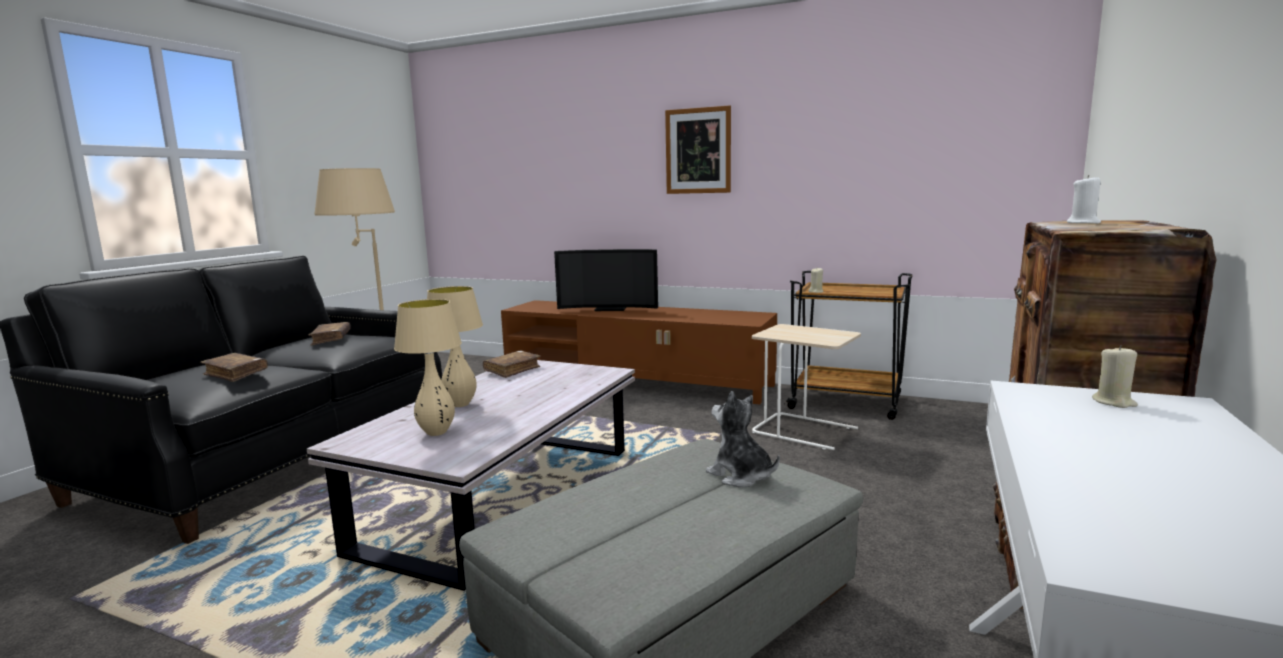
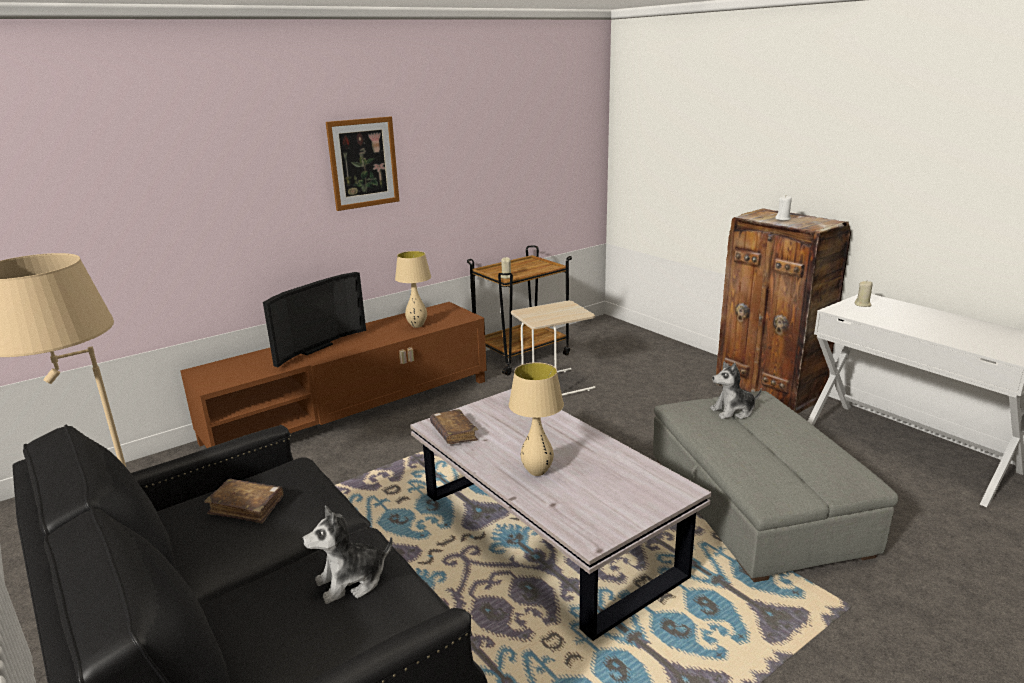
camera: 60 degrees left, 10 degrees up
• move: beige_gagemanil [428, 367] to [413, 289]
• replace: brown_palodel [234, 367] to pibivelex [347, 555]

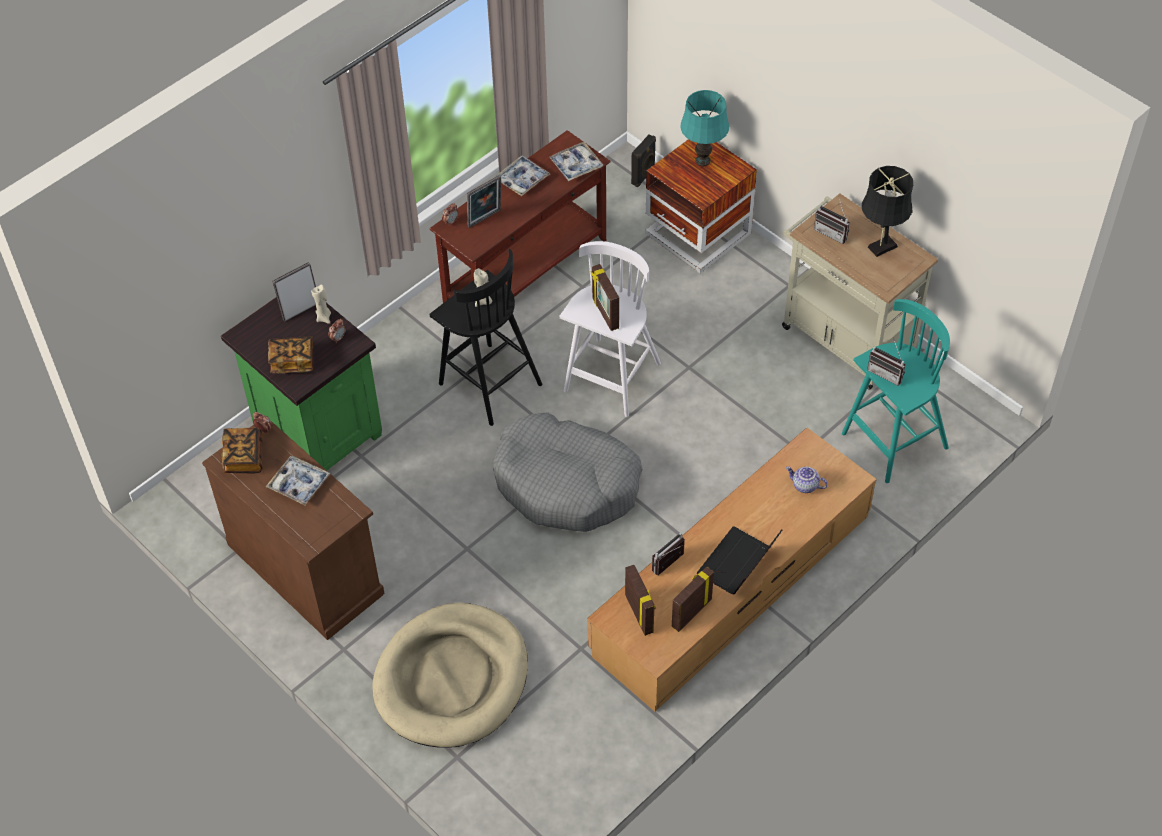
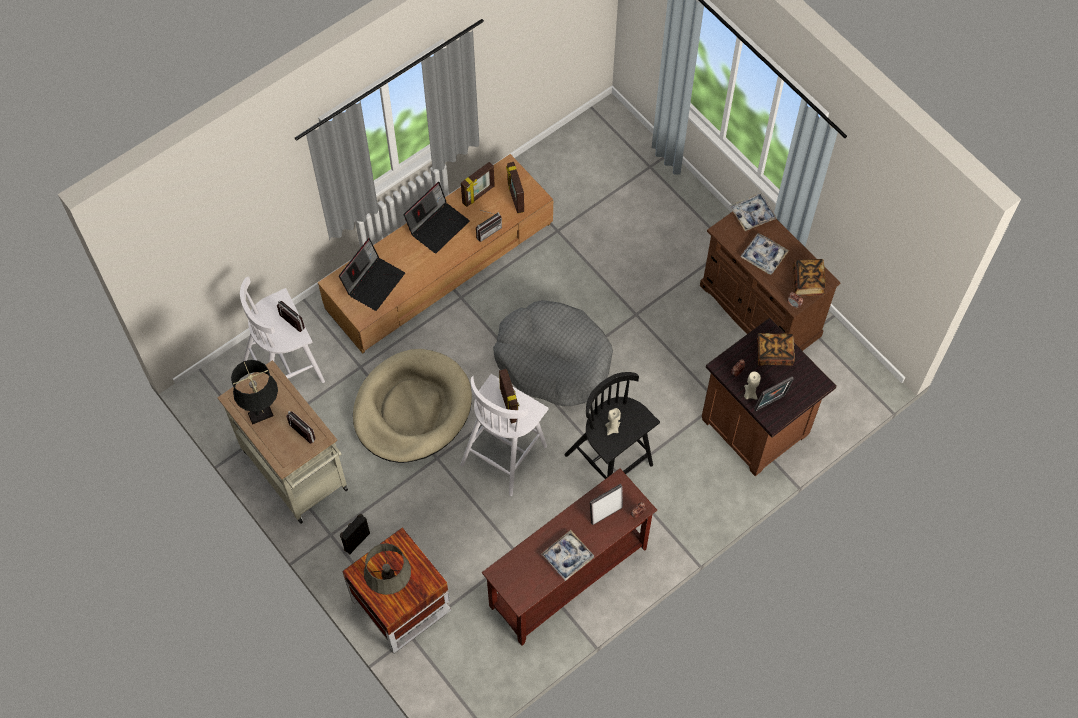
camera: 175 degrees left, 10 degrees up
• recolor: turquoise_gagemanil [704, 128] to grey_gagemanil [387, 569]
• move: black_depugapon [643, 160] to [355, 534]
• move: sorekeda [576, 161] to [753, 212]
• recolor: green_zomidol [301, 383] to brown_zomidol [769, 397]
• recolor: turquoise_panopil [896, 391] to white_panopil [282, 330]
• replace: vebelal [807, 480] to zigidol [372, 274]
• move: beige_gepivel [450, 675] to [412, 406]

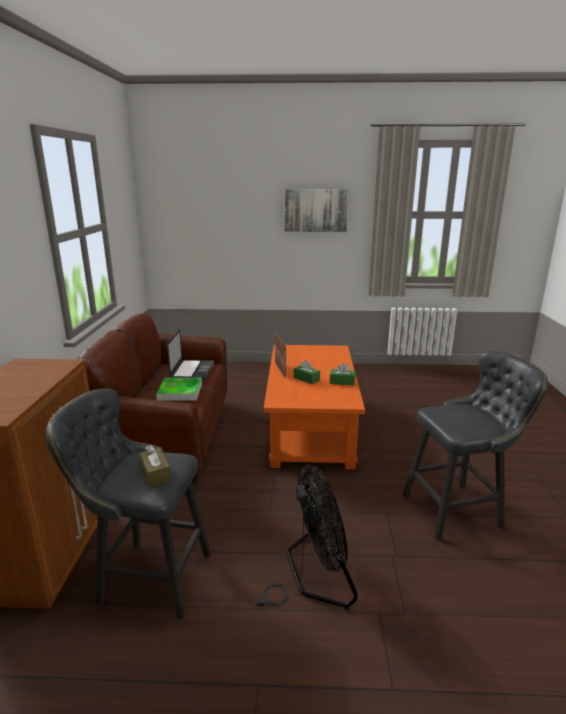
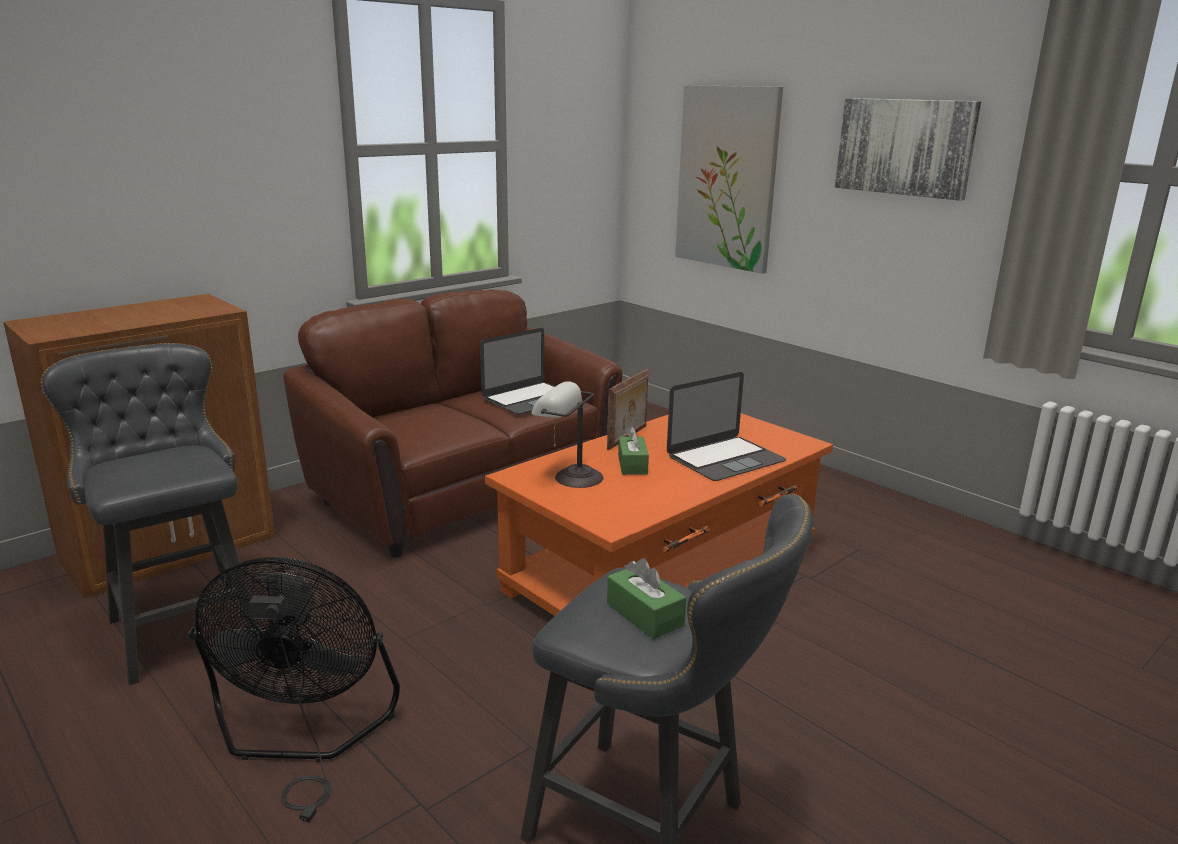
camera: 45 degrees right, 0 degrees up
• move: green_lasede [342, 374] to [646, 598]
• delete: sorekeda [179, 389]
• delete: brown_lasede [155, 466]
• rotate: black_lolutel [306, 537] = [294, 690] 120 degrees counterclockwise
• insert: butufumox [729, 179]
• insert: zigidol [726, 426]
• insert: gagemanil [567, 434]

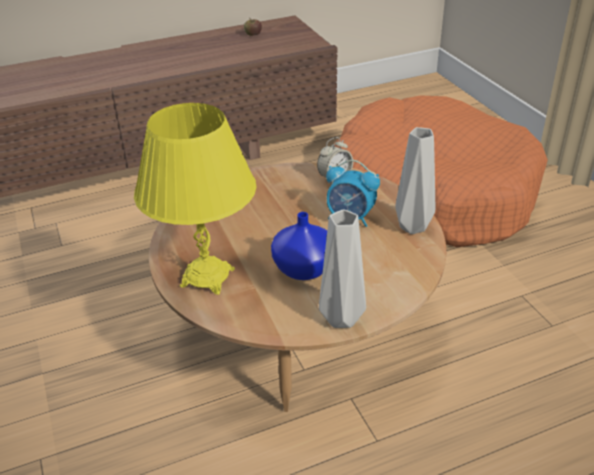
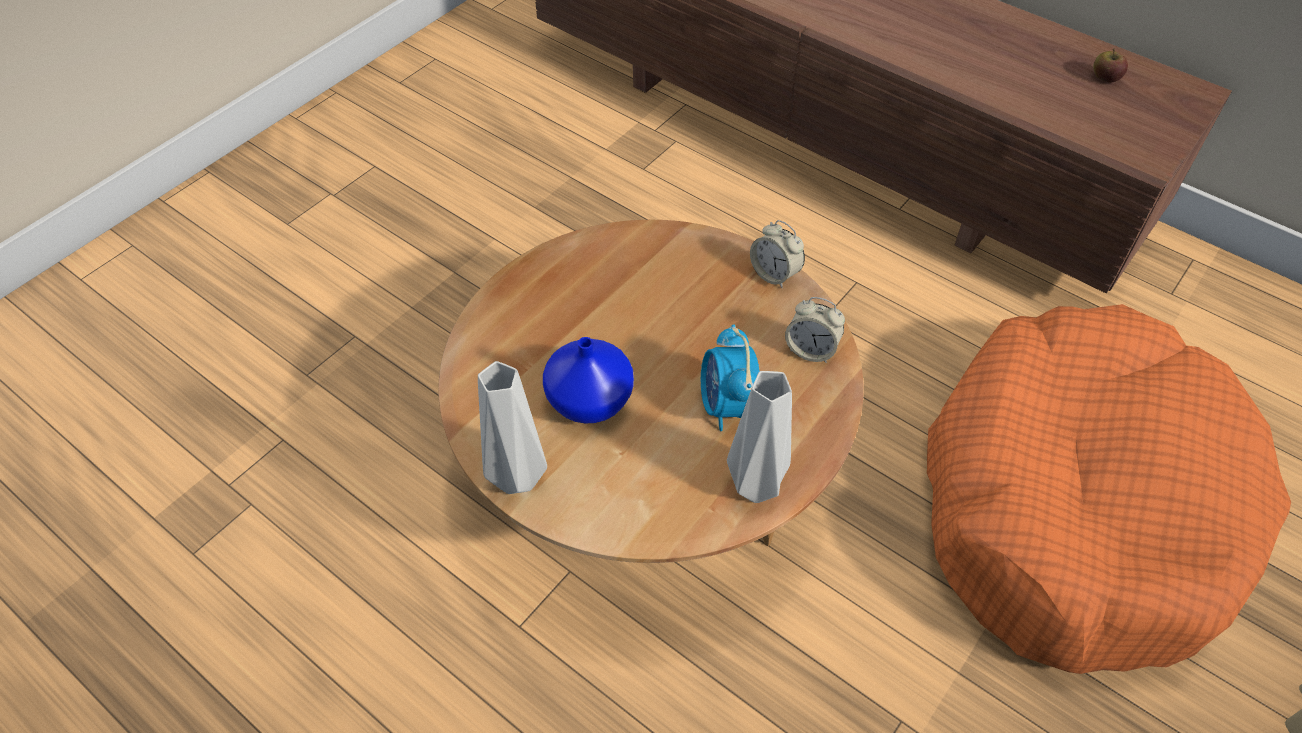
camera: 60 degrees right, 15 degrees up
• delete: yellow_gagemanil [195, 199]
• insert: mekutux [777, 254]

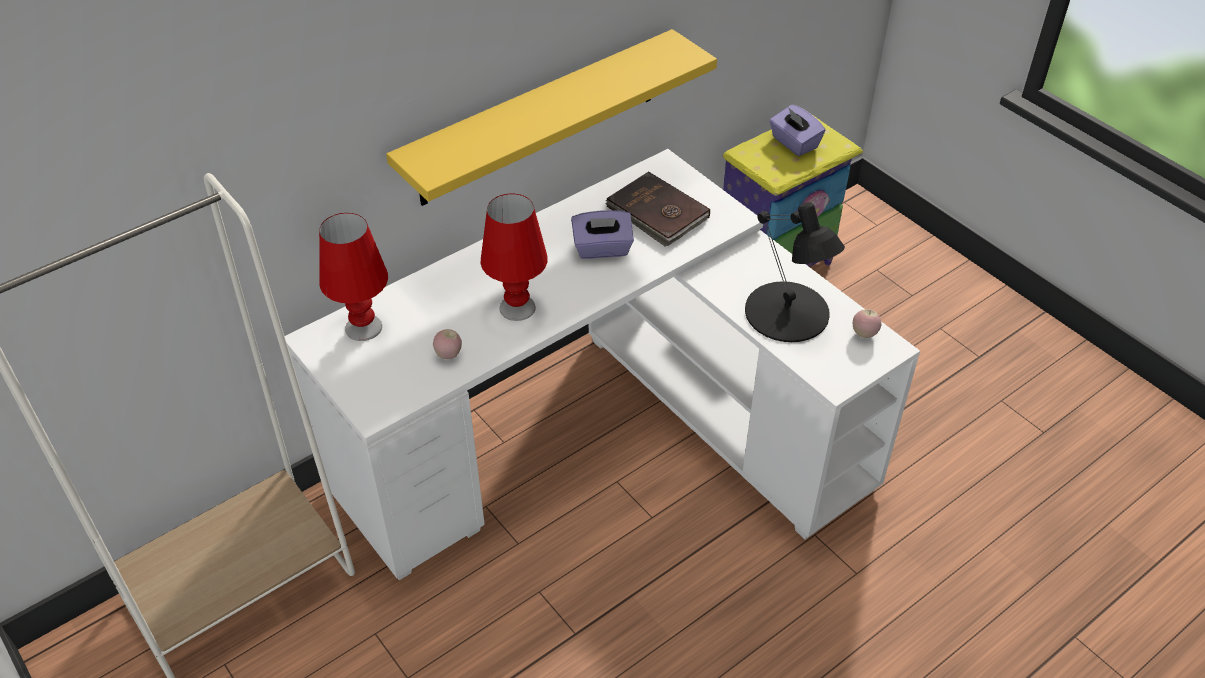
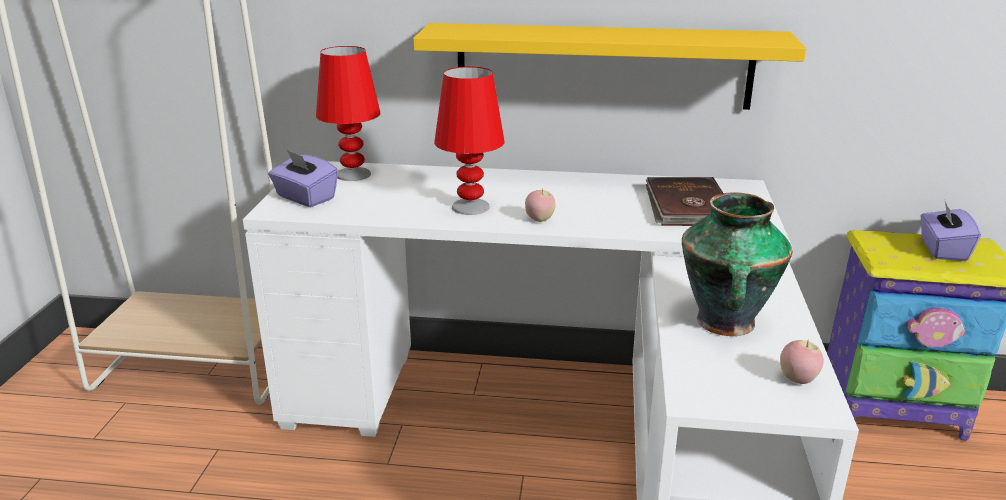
camera: 45 degrees right, 20 degrees down
• replace: black_gagemanil [795, 272] to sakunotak [737, 264]
• move: purple_lasede [602, 234] to [303, 178]
• move: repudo [447, 344] to [540, 205]

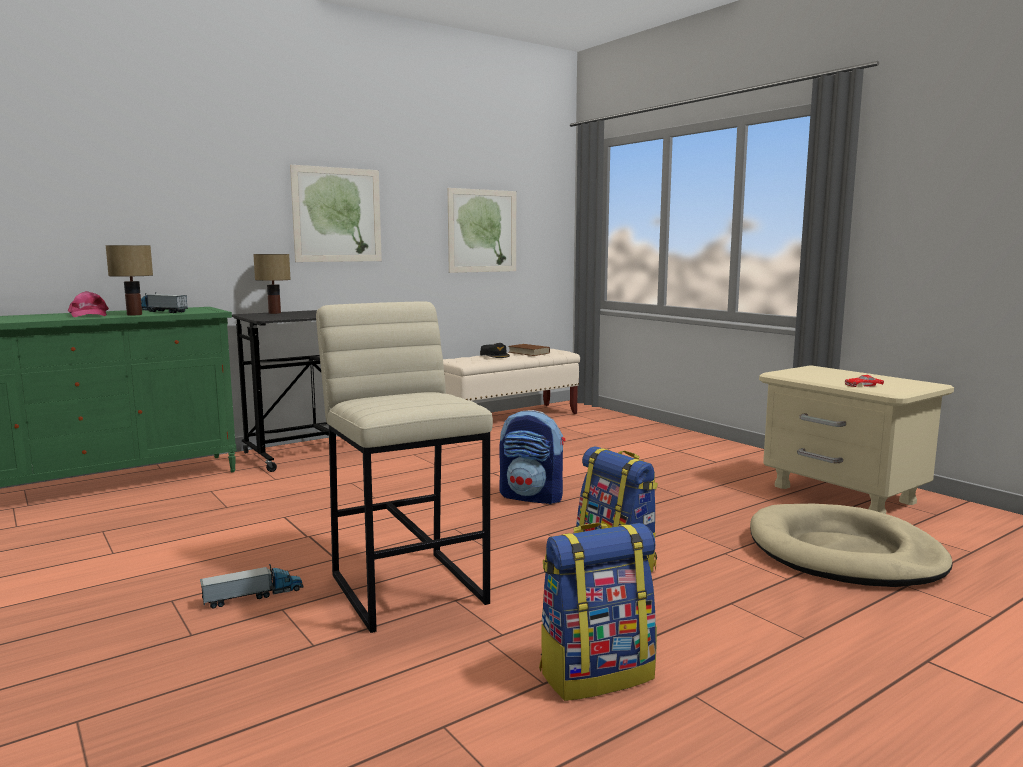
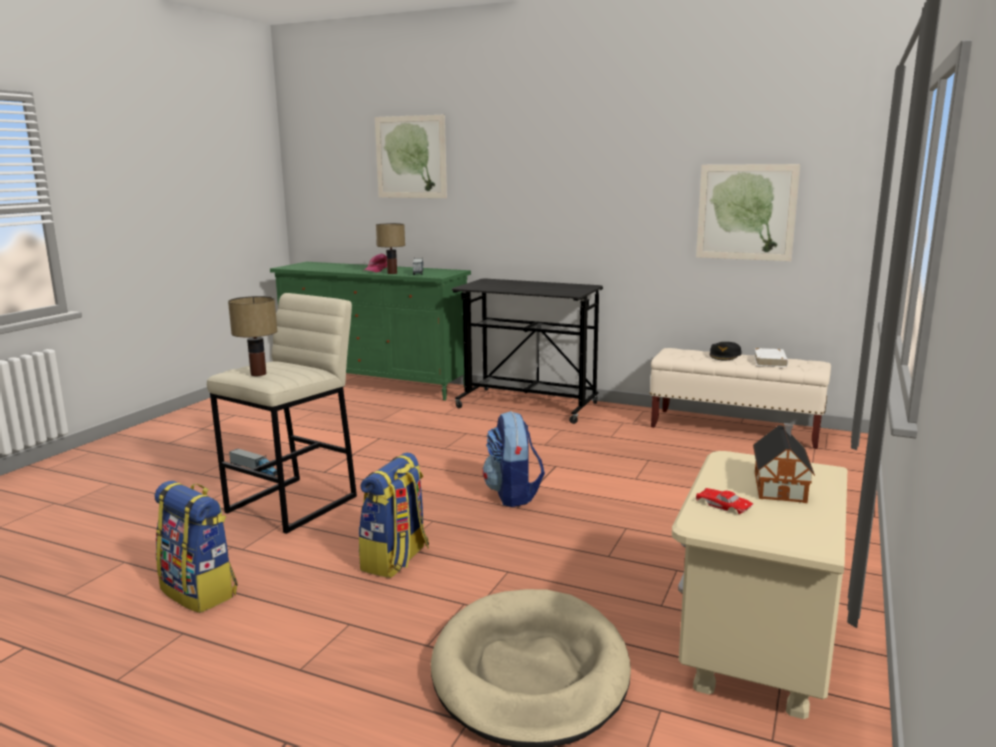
camera: 60 degrees right, 5 degrees up
• move: butufumox [336, 213] to [411, 156]
• move: gagemanil [272, 284] to [252, 336]
• recolor: brown_palodel [529, 350] to white_palodel [771, 357]
• insert: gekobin [784, 463]

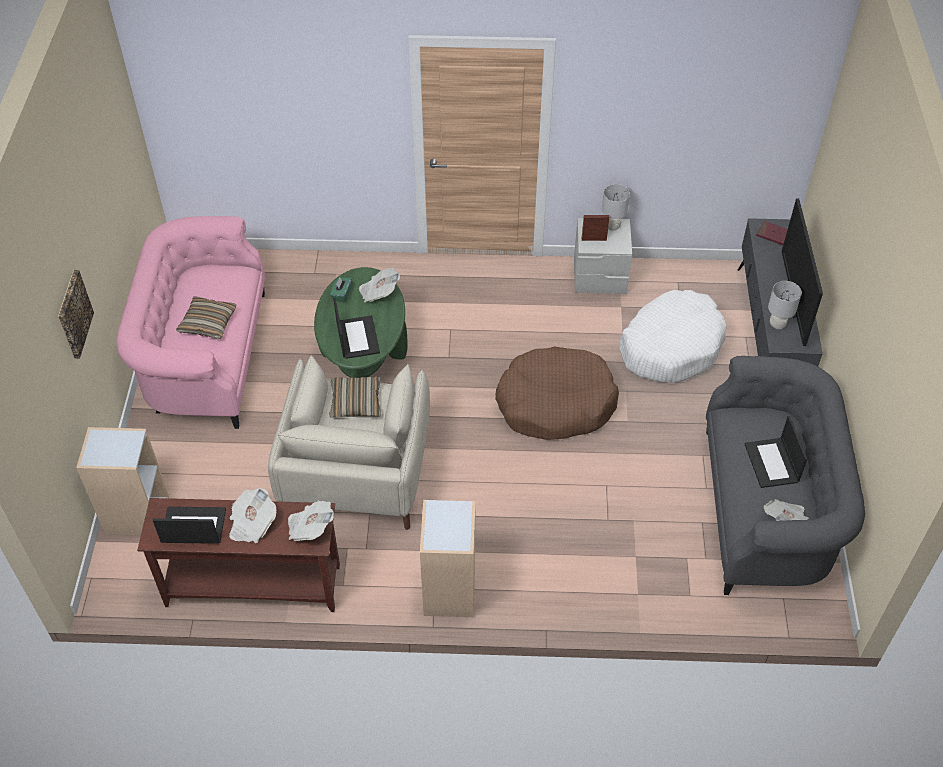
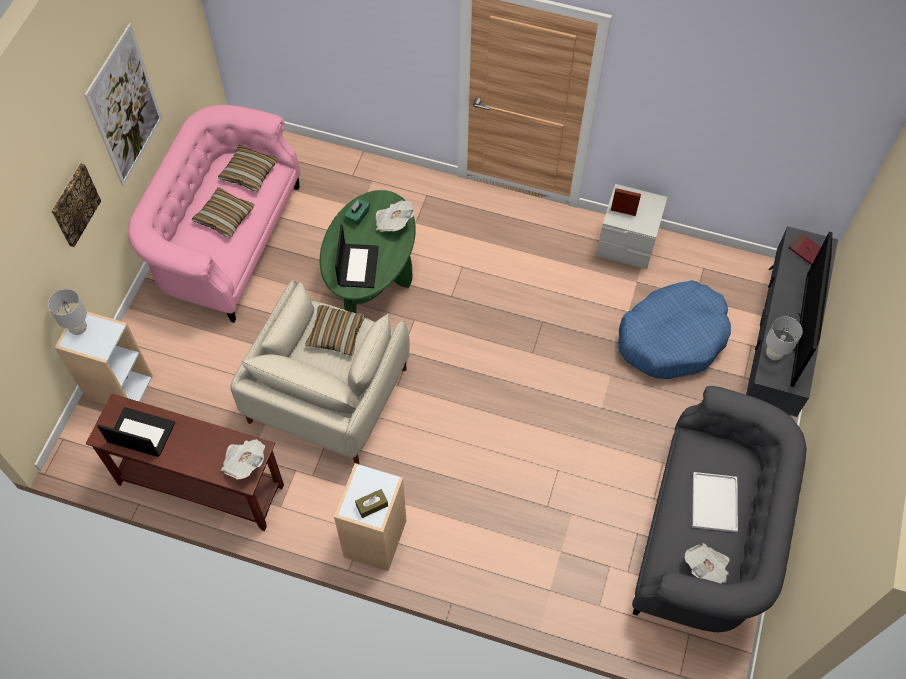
camera: 15 degrees right, 10 degrees up
• move: grey_gagemanil [616, 207] to [67, 312]
• recolor: white_gepivel [673, 336] to blue_gepivel [674, 329]
• delete: brown_gepivel [557, 393]
• replace: zigidol [776, 452] to white_sorekeda [715, 502]
• delete: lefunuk [252, 515]
• insert: butufumox [123, 104]
• insert: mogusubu [248, 168]
• insert: brown_lasede [371, 503]

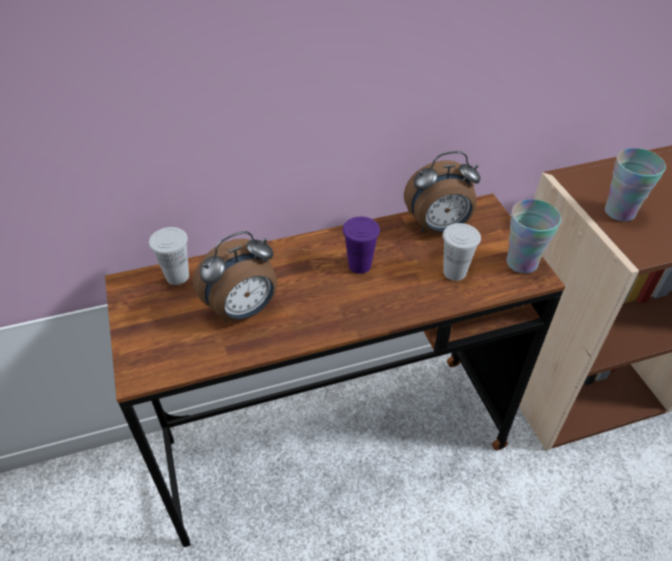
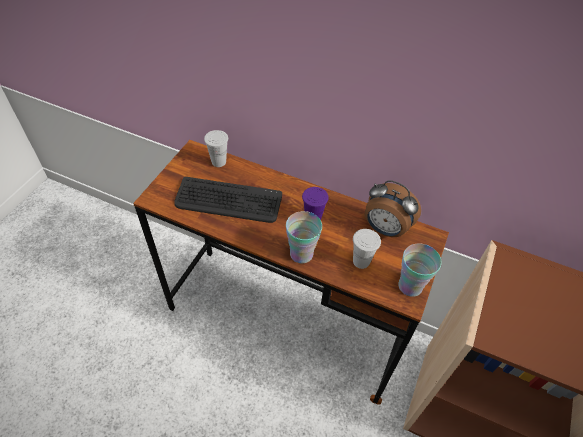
camera: 40 degrees right, 5 degrees up
• move: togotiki [635, 184] to [304, 237]
• replace: mekutux [235, 276] to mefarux [228, 200]

